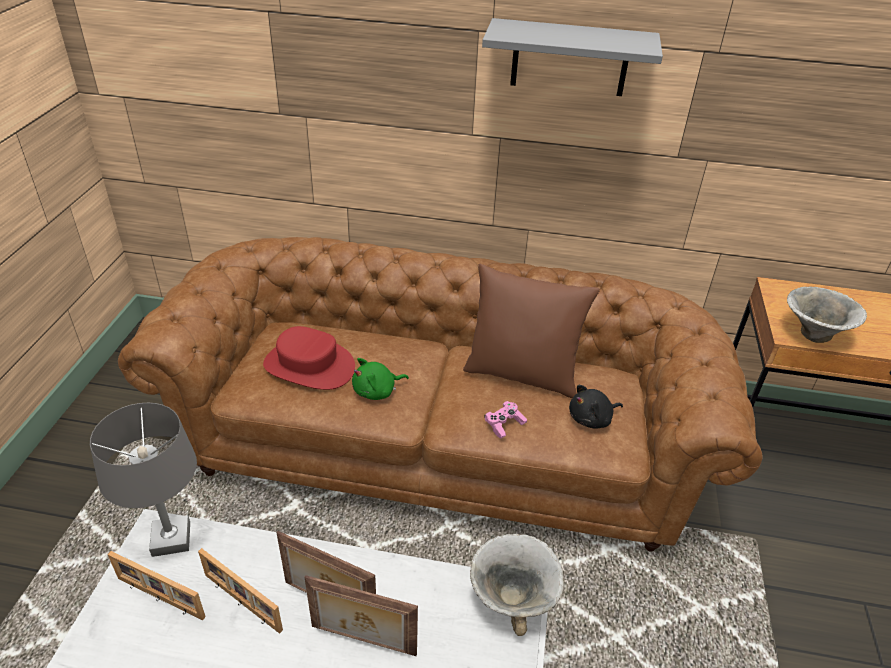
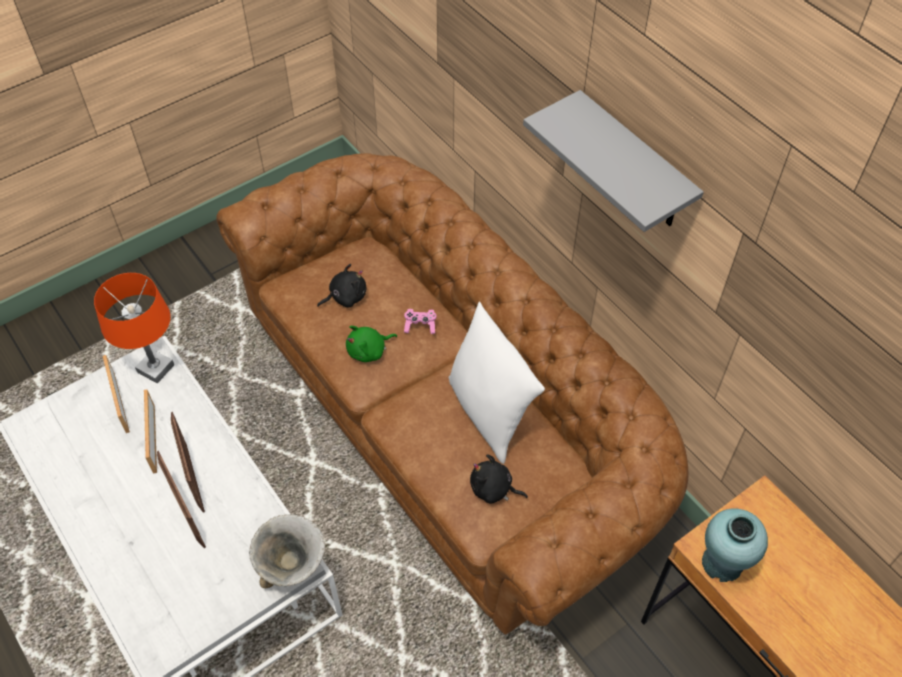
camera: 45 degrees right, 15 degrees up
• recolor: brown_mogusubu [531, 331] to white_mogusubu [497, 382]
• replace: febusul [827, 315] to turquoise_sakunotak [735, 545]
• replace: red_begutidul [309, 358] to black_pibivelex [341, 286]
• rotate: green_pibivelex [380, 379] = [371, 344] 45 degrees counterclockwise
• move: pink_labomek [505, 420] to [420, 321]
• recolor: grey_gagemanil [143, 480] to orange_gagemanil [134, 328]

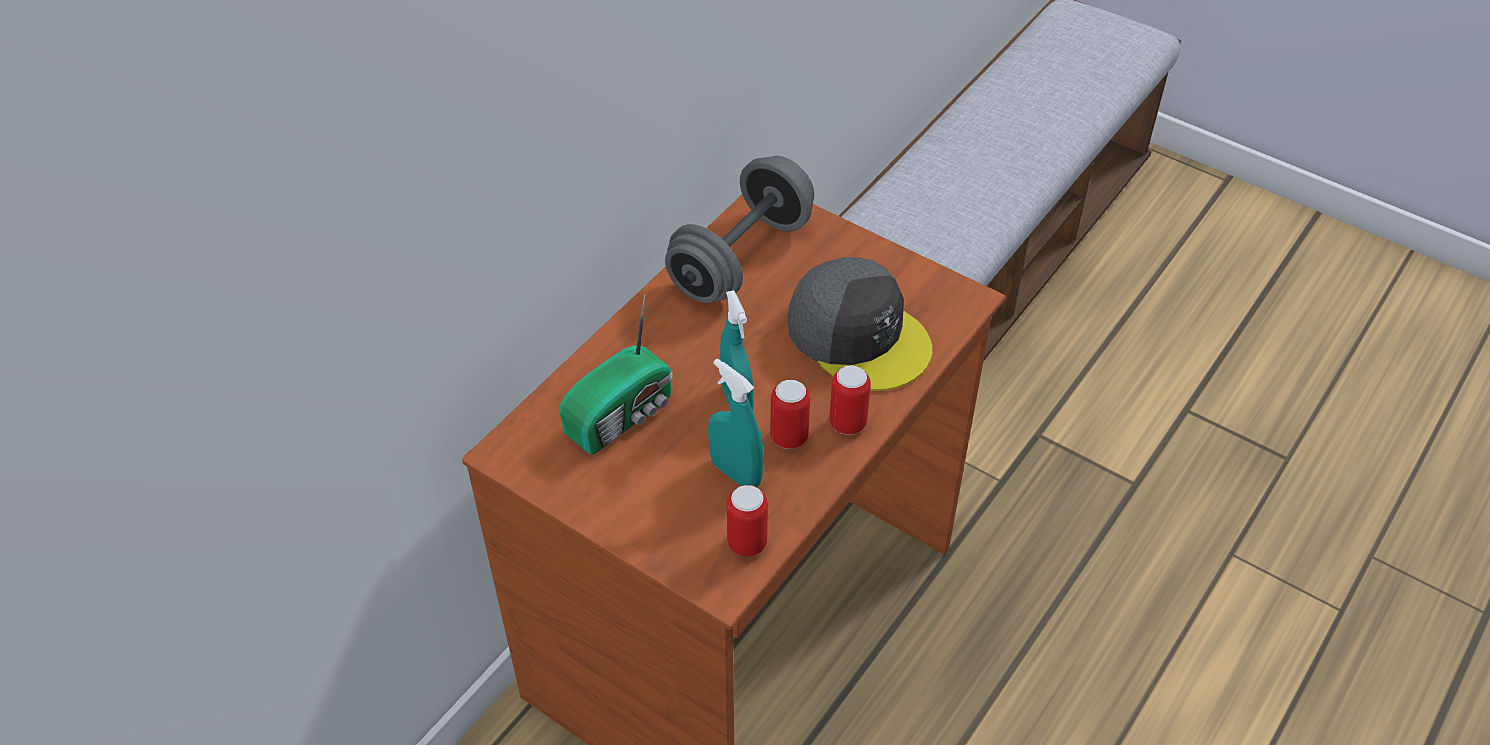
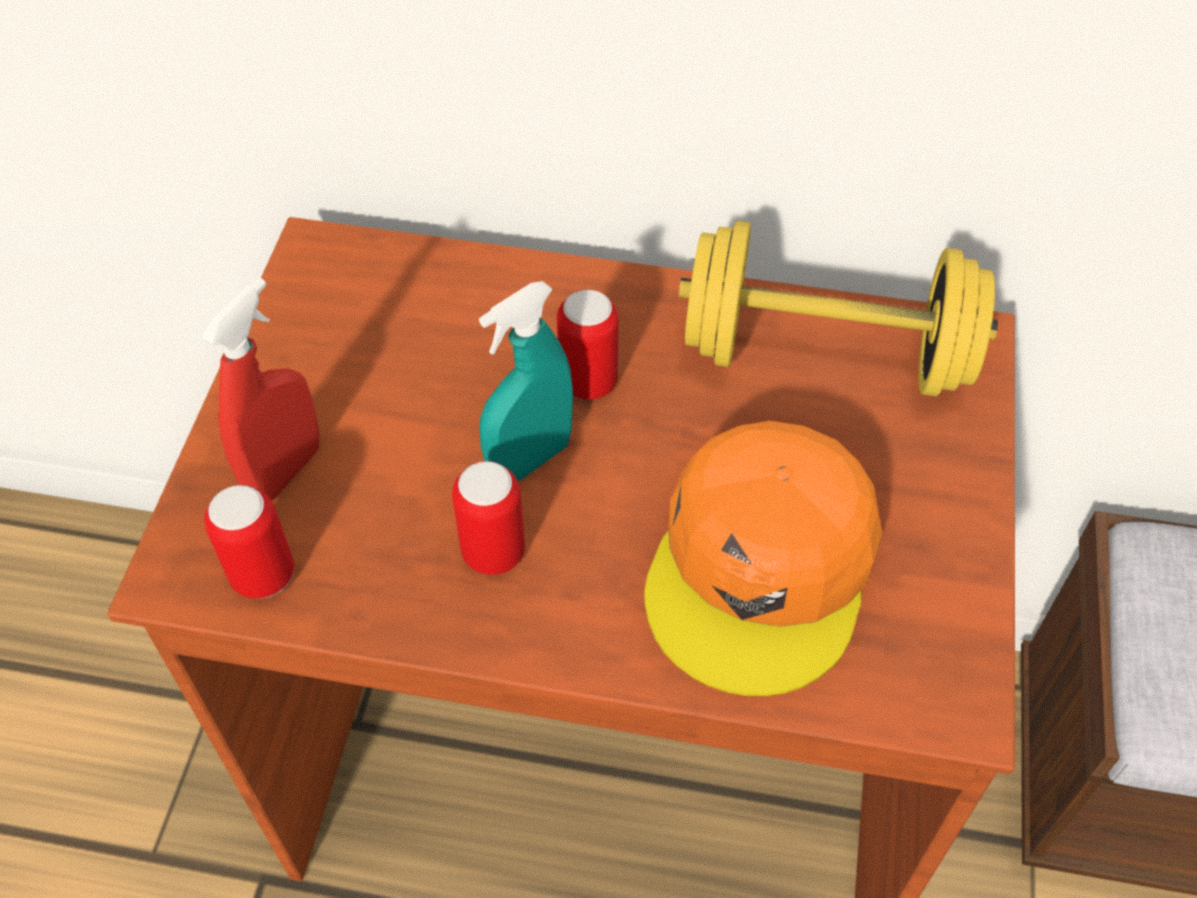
camera: 65 degrees right, 5 degrees up
• recolor: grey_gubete [739, 229] to yellow_gubete [838, 308]
• recolor: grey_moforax [859, 324] to orange_moforax [763, 558]
• delete: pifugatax [616, 374]
• delete: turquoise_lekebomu [736, 423]
• move: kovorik [850, 400] to [588, 344]
• insert: red_lekebomu [260, 388]

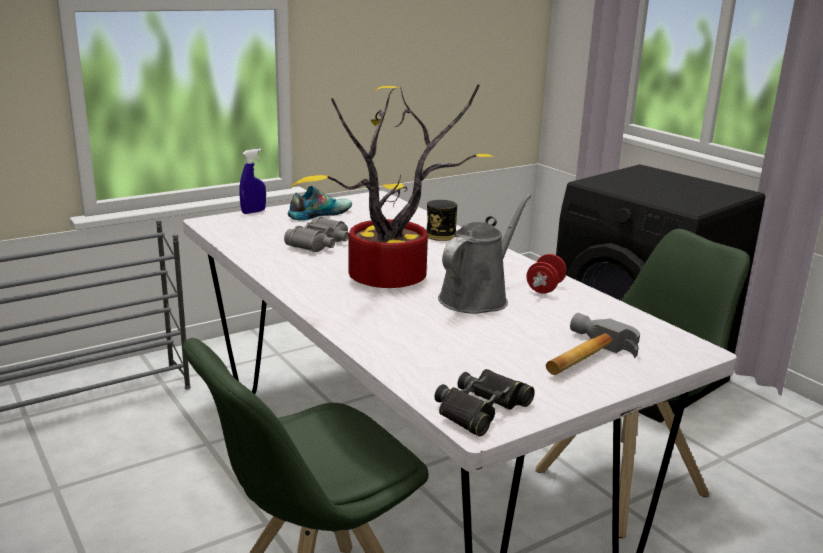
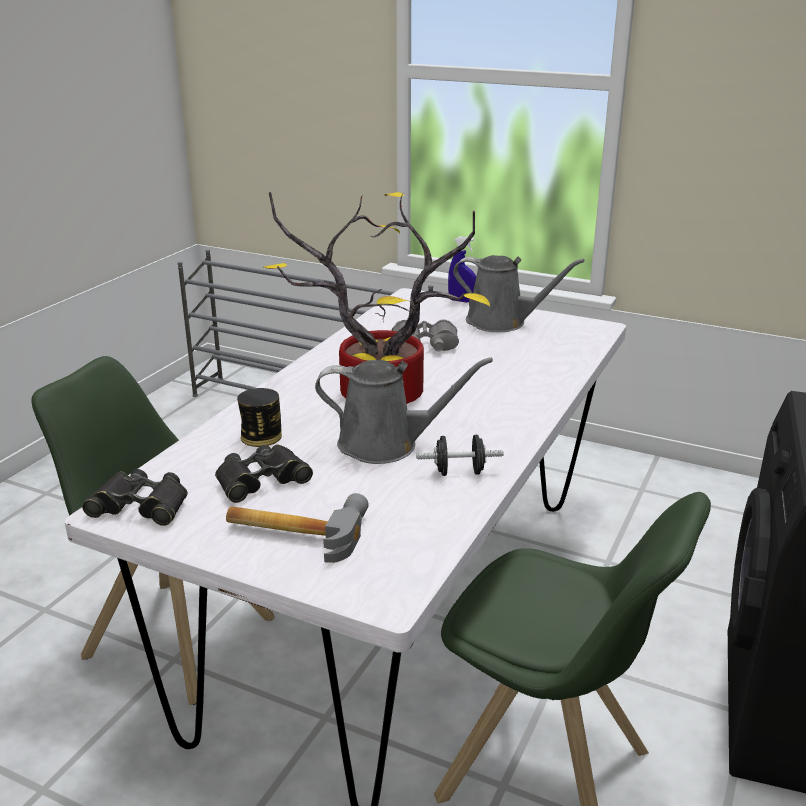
camera: 60 degrees right, 5 degrees up
• replace: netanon [320, 203] to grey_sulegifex [519, 293]
• move: kovorik [441, 220] to [259, 417]
• recolor: red_gubete [547, 274] to black_gubete [460, 455]
• insert: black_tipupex [264, 474]

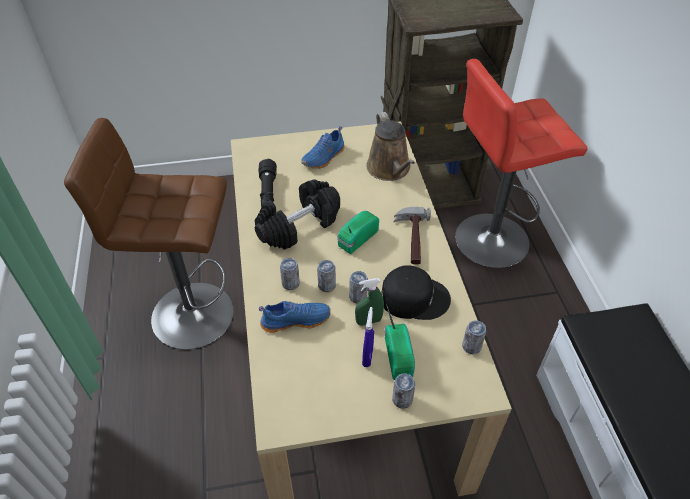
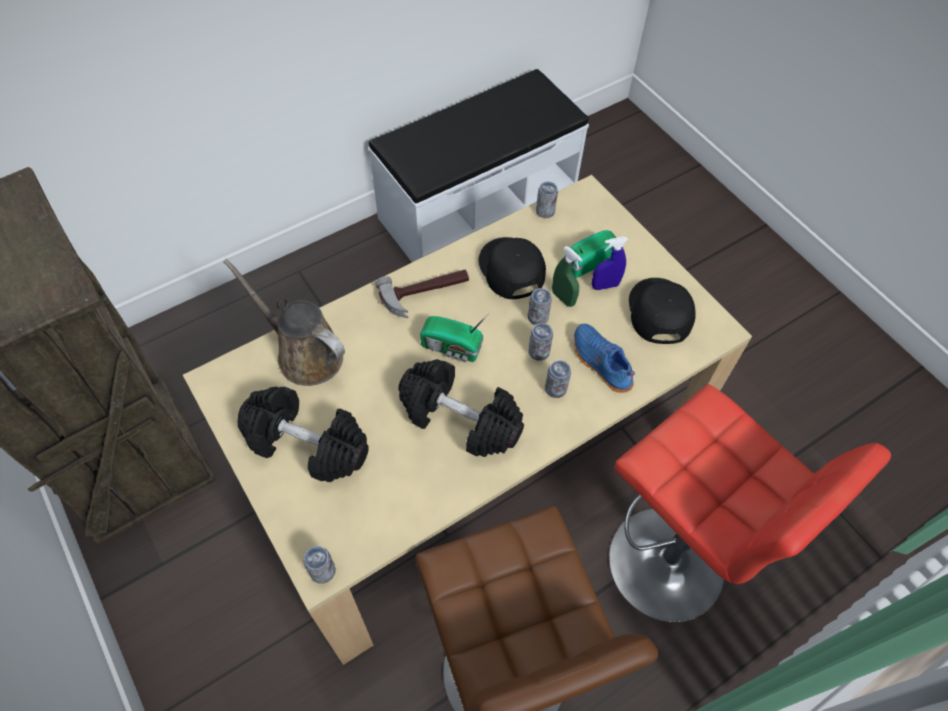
camera: 115 degrees left, 10 degrees up
• move: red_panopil [521, 163] to [750, 503]
• rotate: brown_sulegifex [390, 146] = [284, 322] 105 degrees counterclockwise
• replace: blue_netanon [323, 147] to black_gubete [303, 434]
• delete: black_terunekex [268, 183]
• move: kovorik [403, 391] to [320, 565]
• insert: black_moforax [662, 311]

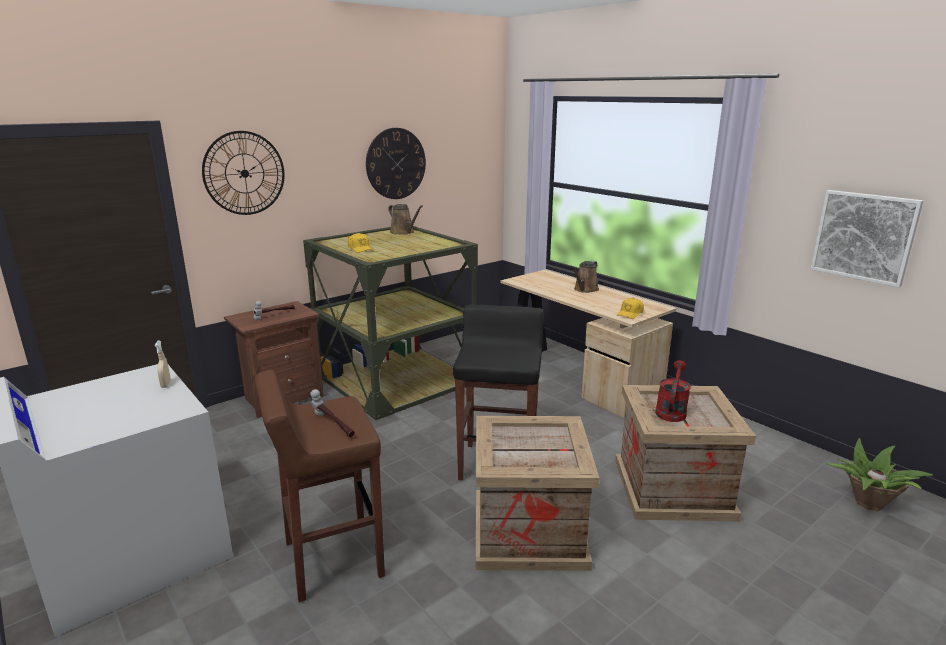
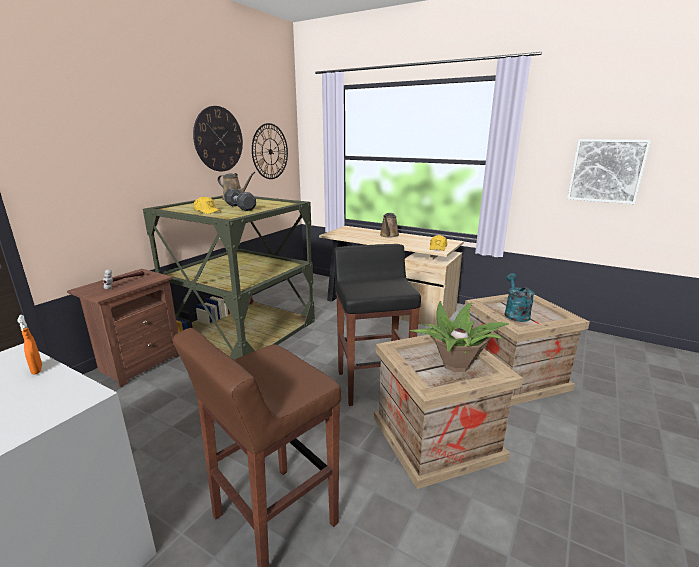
camera: 20 degrees left, 0 degrees up
• move: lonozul [243, 173] to [270, 151]
• recolor: beige_lekebomu [163, 364] to orange_lekebomu [29, 344]
• recolor: red_sulegifex [673, 391] to turquoise_sulegifex [519, 297]
• delete: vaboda [332, 413]
• move: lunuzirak [879, 474] to [459, 336]
• insert: black_gubete [240, 200]

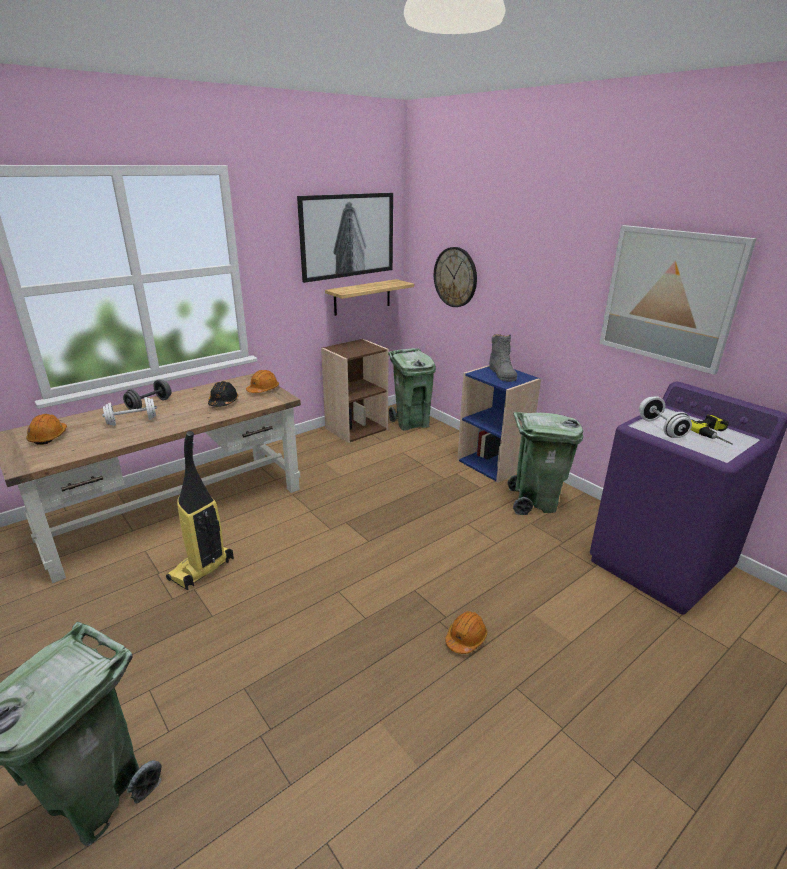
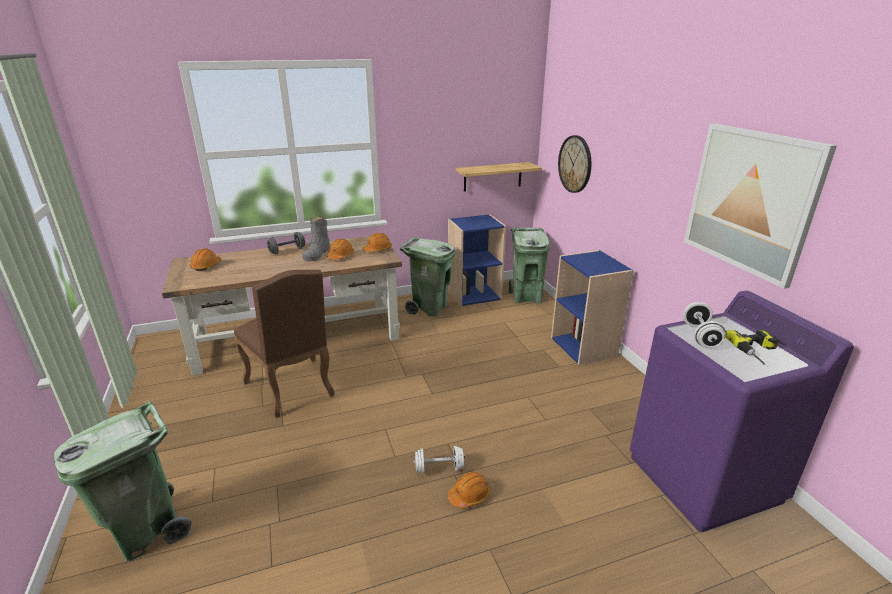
camera: 20 degrees right, 0 degrees up
• delete: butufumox [345, 238]
• move: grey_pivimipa [503, 358] to [316, 239]
• recolor: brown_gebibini [355, 391] to blue_gebibini [477, 260]
• recolor: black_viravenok [223, 394] to orange_viravenok [340, 249]
• move: white_gubete [129, 411] to [439, 460]
• move: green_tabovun [545, 463] to [428, 277]
• replace: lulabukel [200, 510] to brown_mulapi [284, 344]

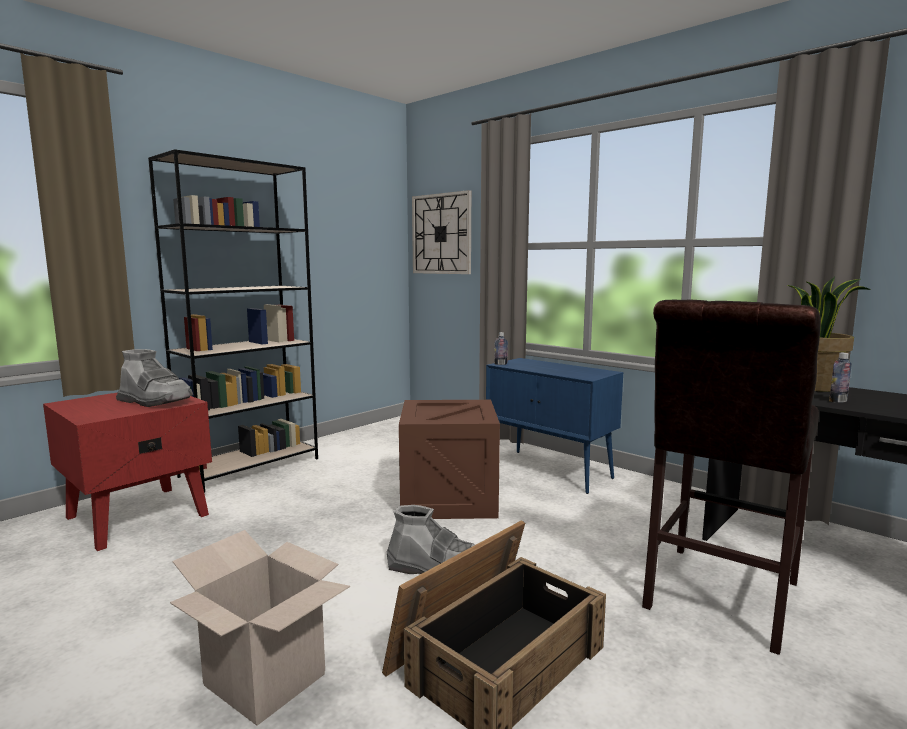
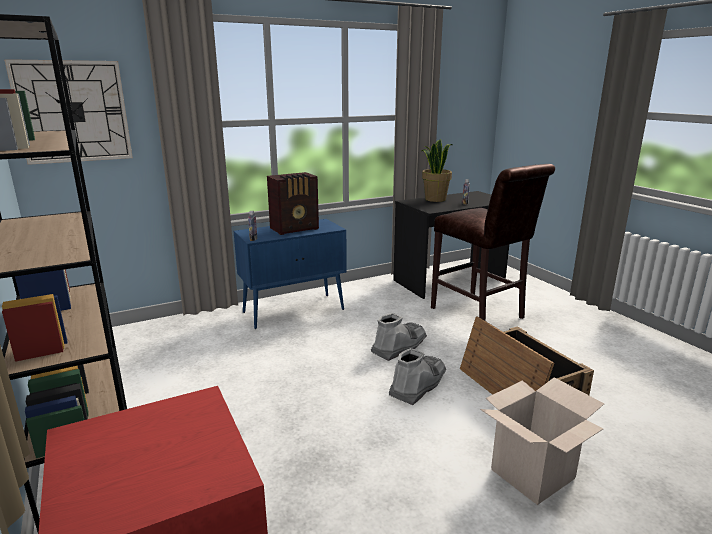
camera: 70 degrees left, 10 degrees up
• move: grey_pivimipa [154, 378] to [399, 337]
• delete: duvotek [449, 459]
• insert: pifugatax [293, 203]

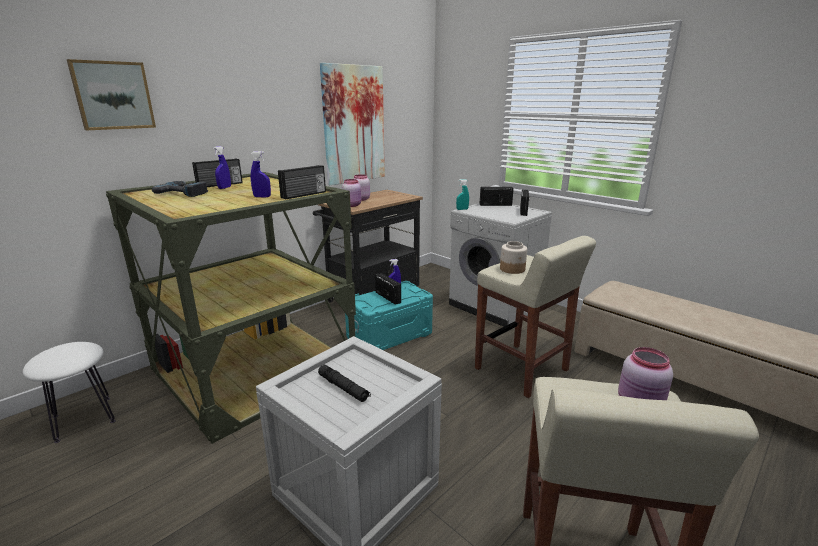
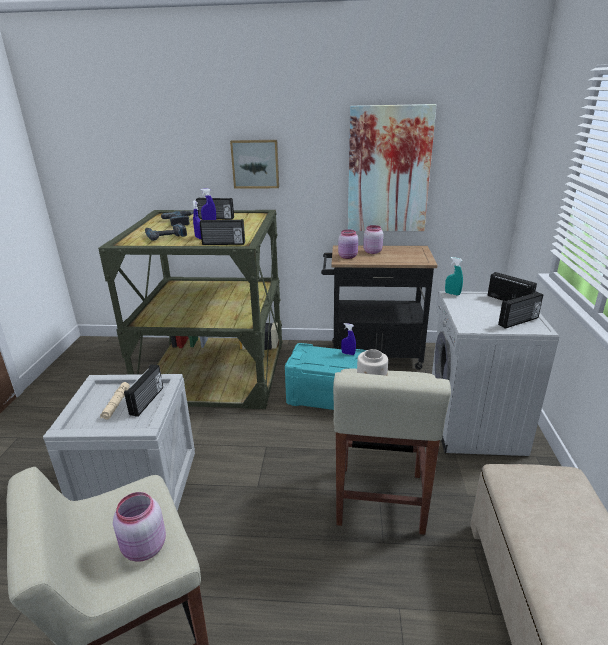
camera: 50 degrees right, 5 degrees up
• move: butufumox [111, 94] to [254, 164]
• move: pifugatax [388, 289] to [143, 391]
• delete: white_panopil [69, 392]
• recolor: black_terunekex [344, 383] to beige_terunekex [115, 400]
• insert: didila [166, 232]

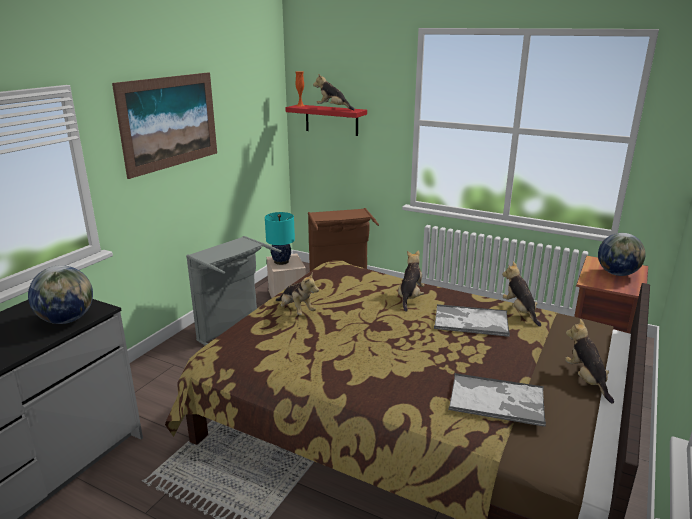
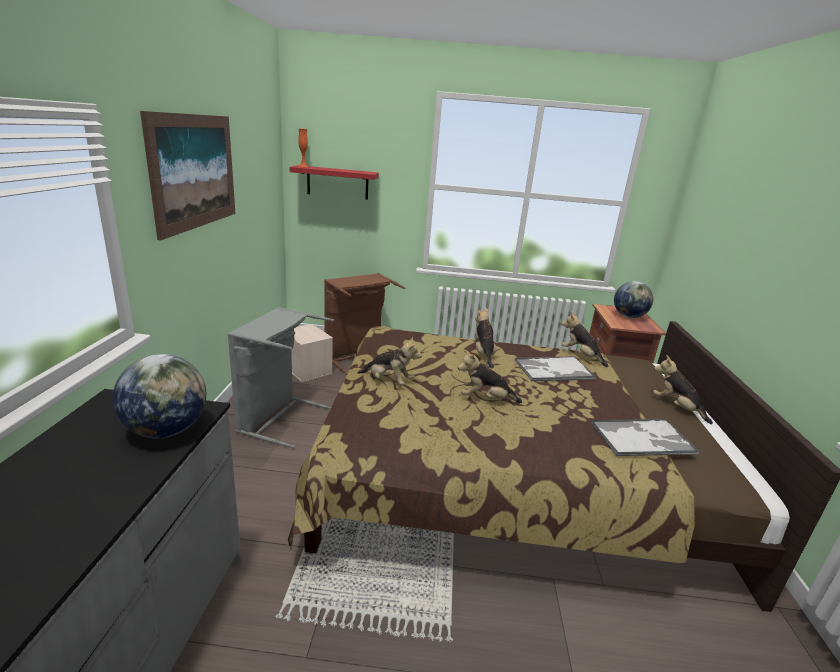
camera: 25 degrees left, 0 degrees up
• move: pibivelex [334, 92] to [490, 376]
• delete: turquoise_gagemanil [280, 238]

